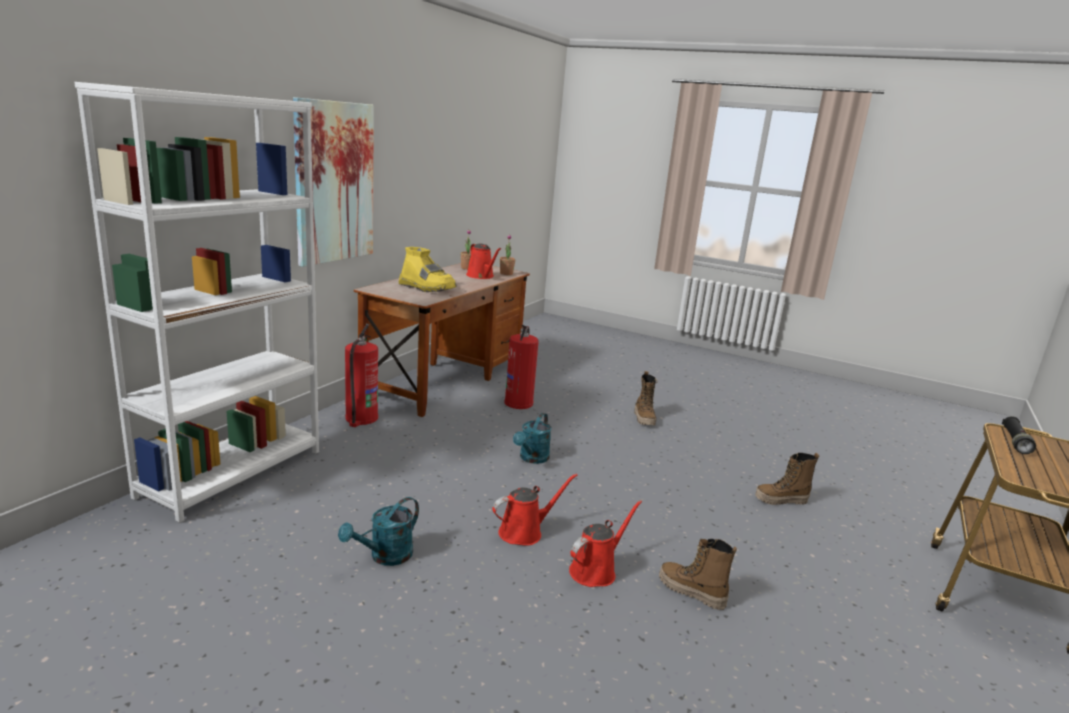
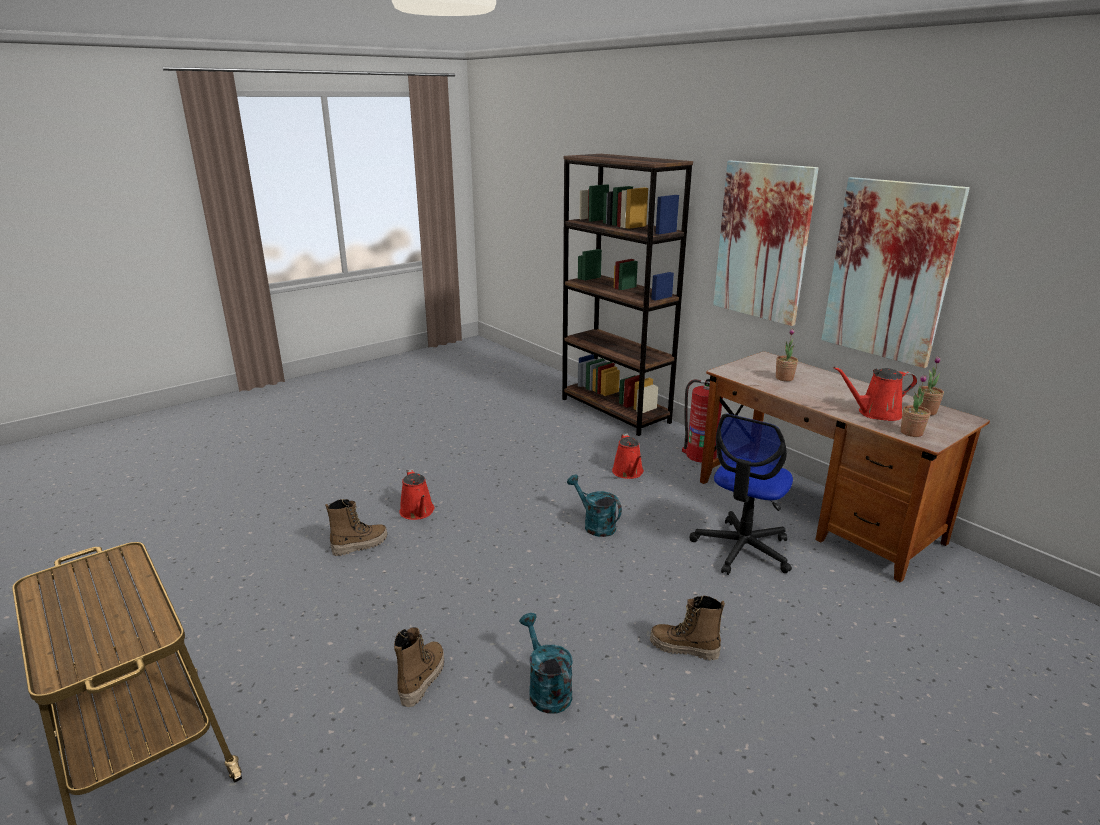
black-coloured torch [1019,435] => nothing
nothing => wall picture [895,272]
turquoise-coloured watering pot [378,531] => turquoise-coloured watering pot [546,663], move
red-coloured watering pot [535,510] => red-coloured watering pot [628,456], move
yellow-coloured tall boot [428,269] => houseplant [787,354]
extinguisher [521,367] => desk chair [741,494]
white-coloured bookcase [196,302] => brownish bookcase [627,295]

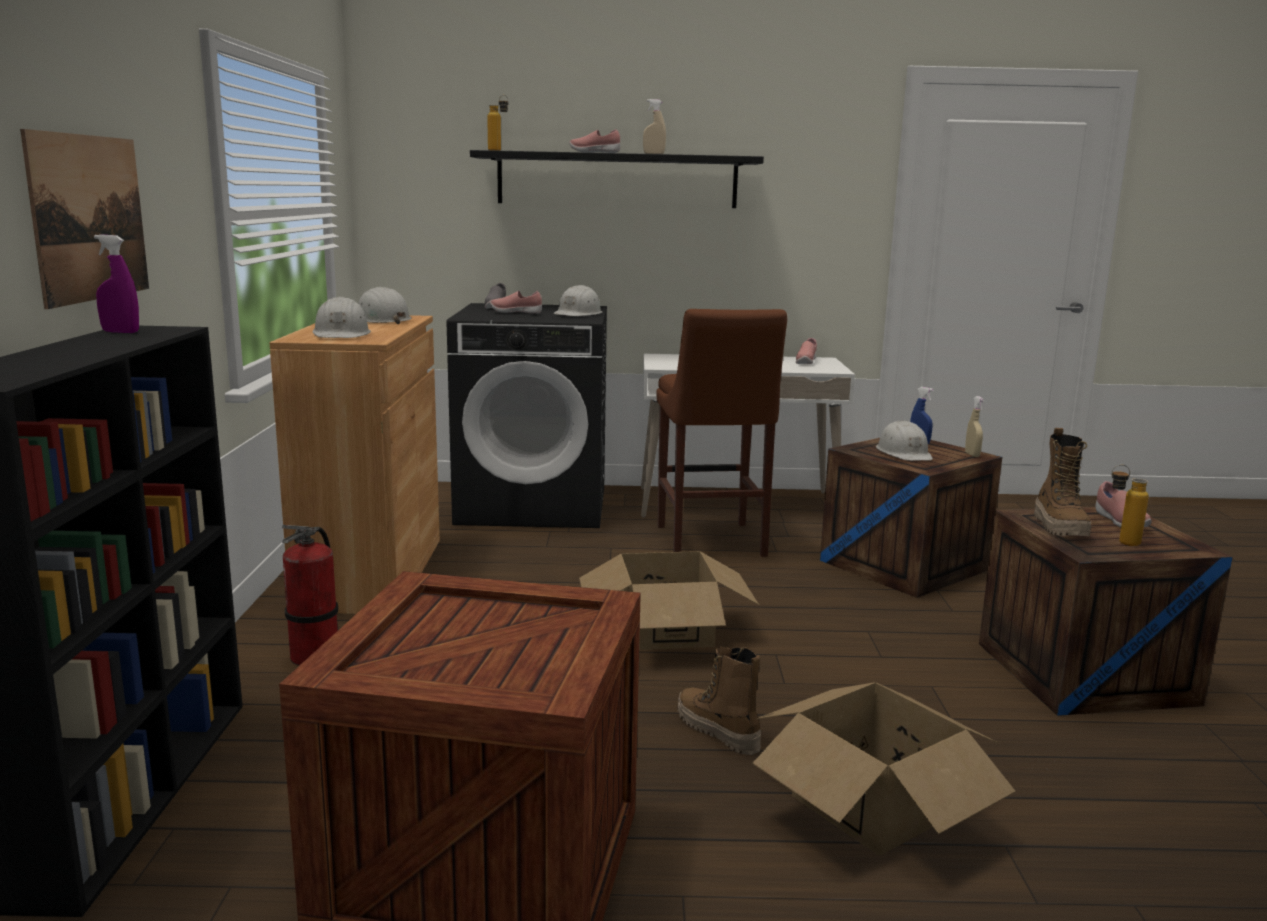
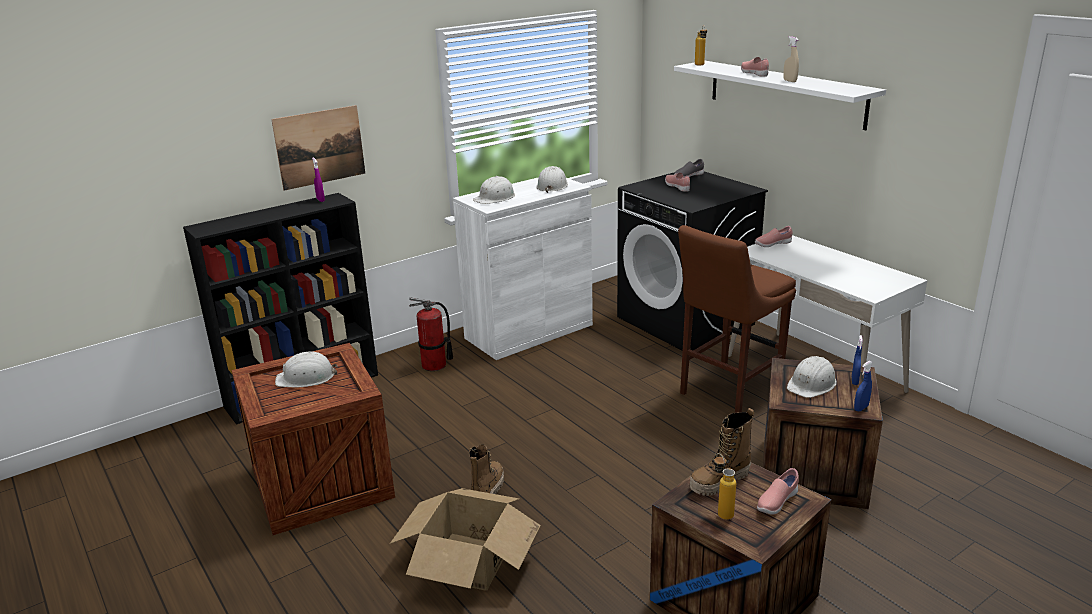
cardboard box [669,600] => nothing
white-coloured hard hat [577,300] => white-coloured hard hat [306,369], move
pink-coloured item of footwear [806,351] => pink-coloured item of footwear [774,236], move
brownish storage cabinet [355,464] => white-coloured storage cabinet [523,268]
black-coloured wall shelf [617,179] => white-coloured wall shelf [780,95]
sand-coloured hand sprayer [974,426] => bluish hand sprayer [863,386]

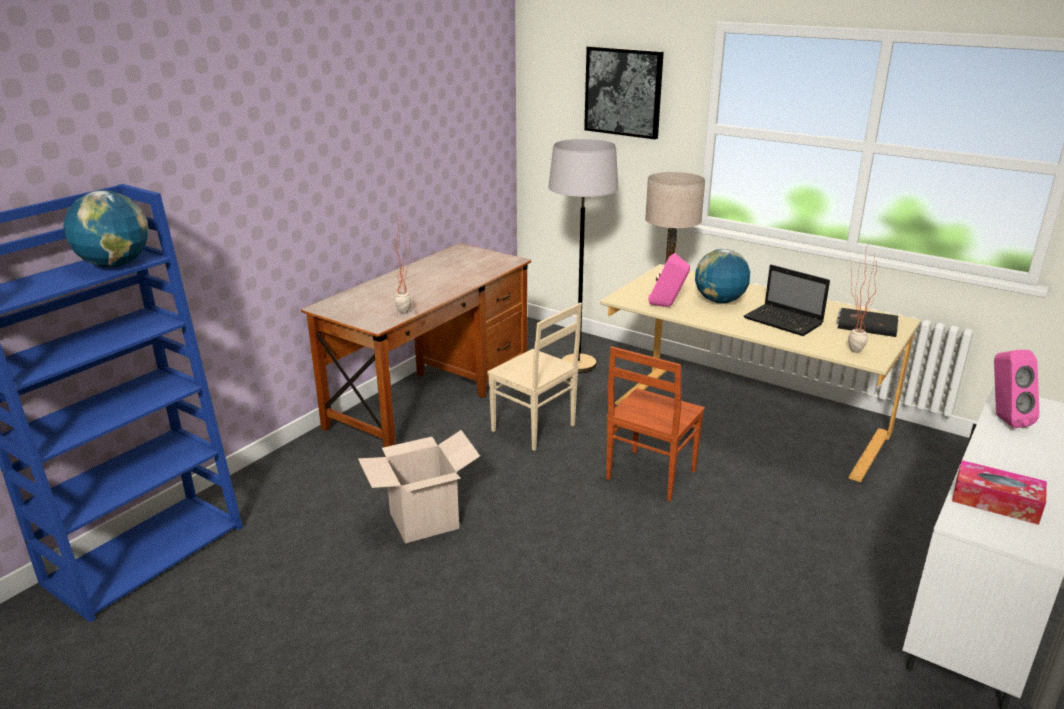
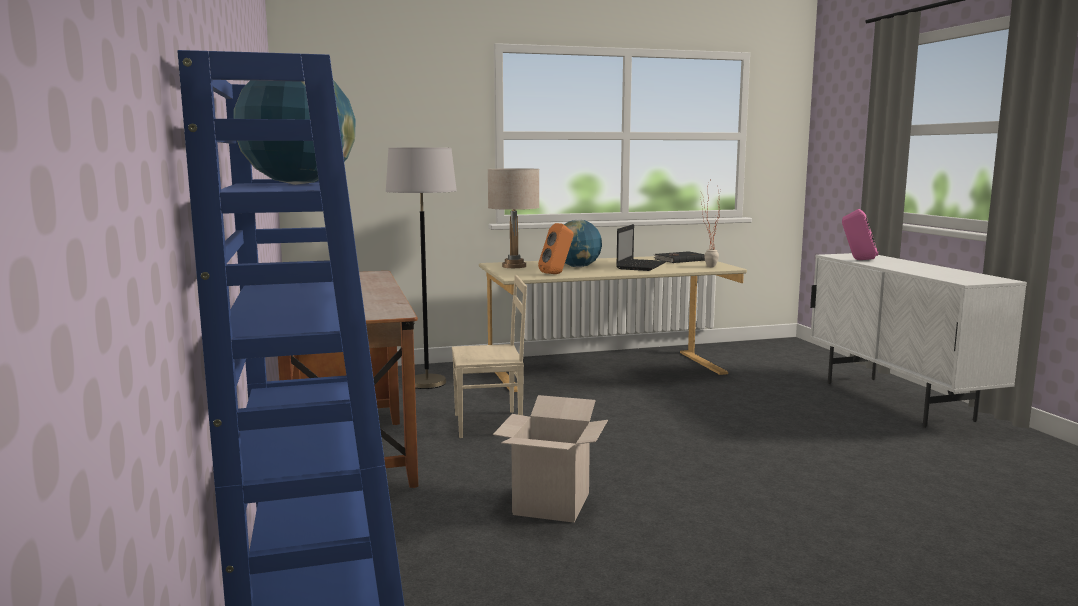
houseplant [401,263] => nothing
wall picture [624,92] => nothing
brownish chair [655,423] => nothing
tissue holder [999,492] => nothing
pink-coloured speaker [669,280] => orangey speaker [556,248]
laptop [786,300] => laptop [641,247], 60 degrees counterclockwise

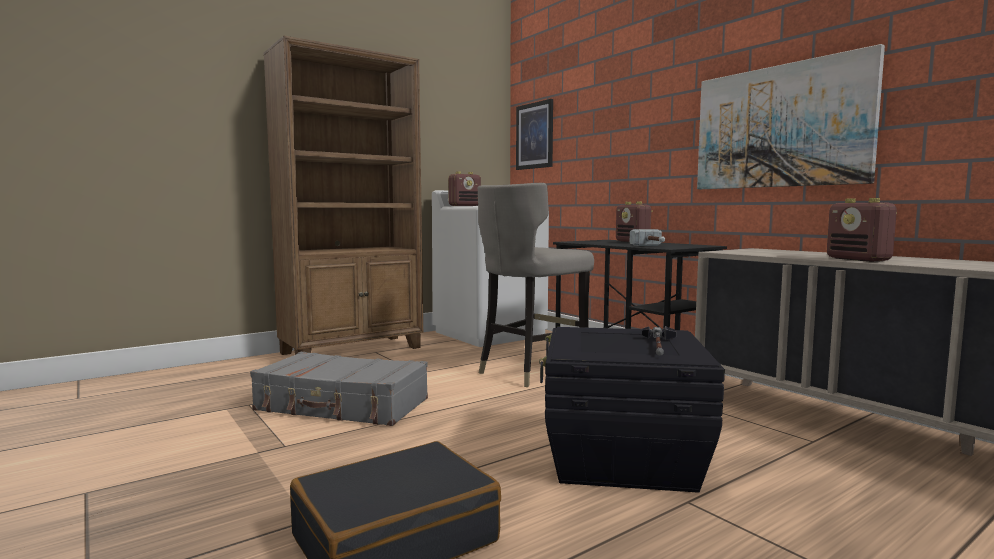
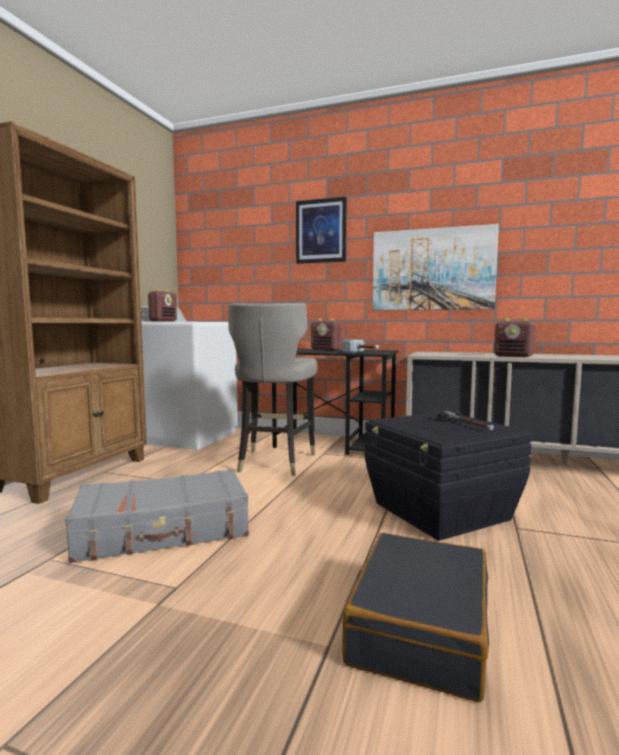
wall picture [534,134] => wall picture [321,230], move

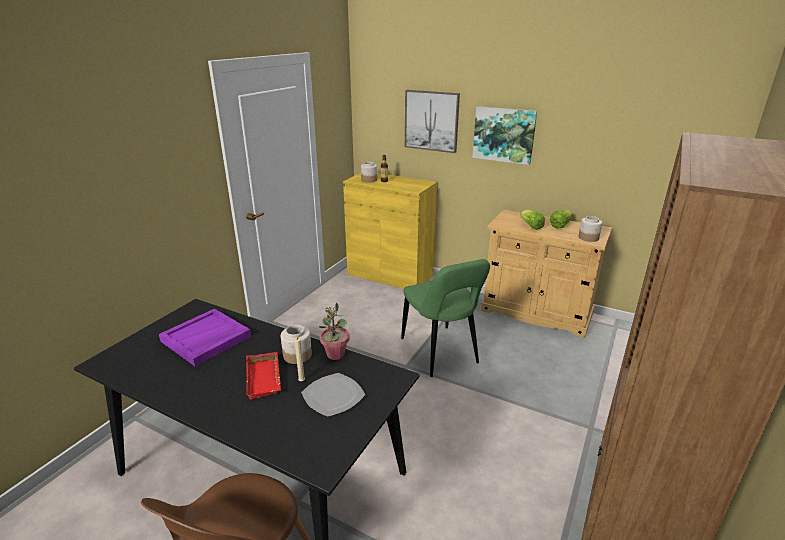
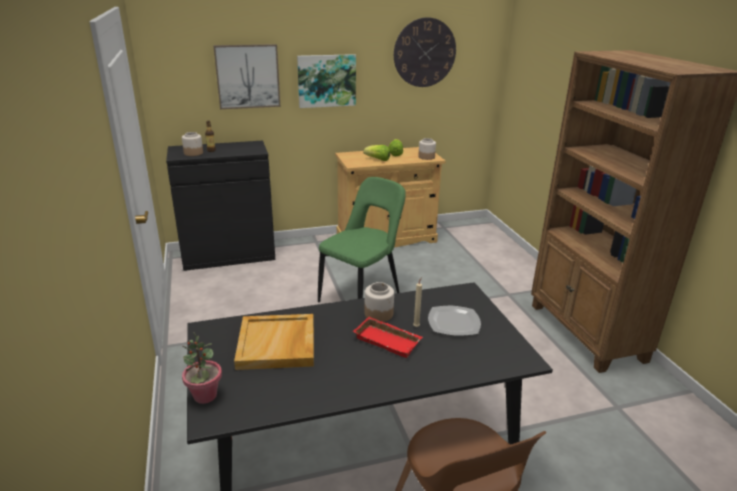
nothing => hanging clock [425,52]
houseplant [334,331] => houseplant [202,368], move
purple-coloured carrying tray [205,337] => sand-coloured carrying tray [274,342]
yellow-coloured storage cabinet [390,231] => black-coloured storage cabinet [220,206]
greenish chair [445,318] => greenish chair [362,239], 75 degrees counterclockwise

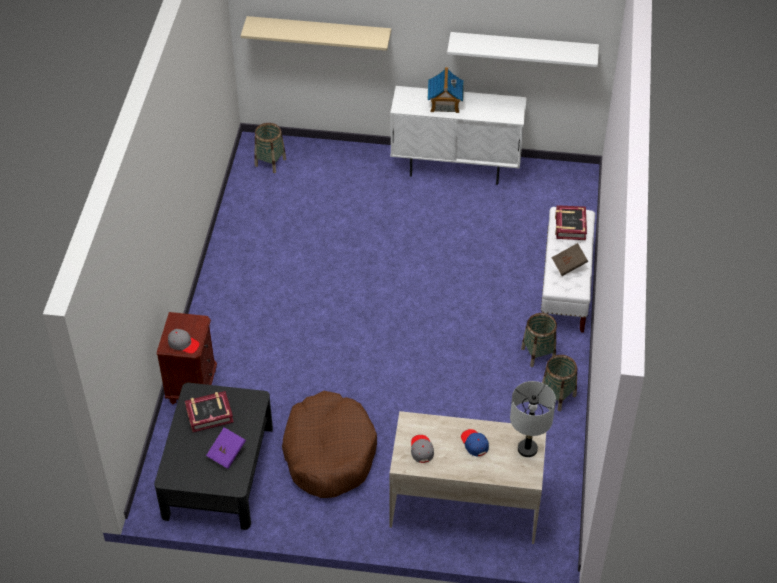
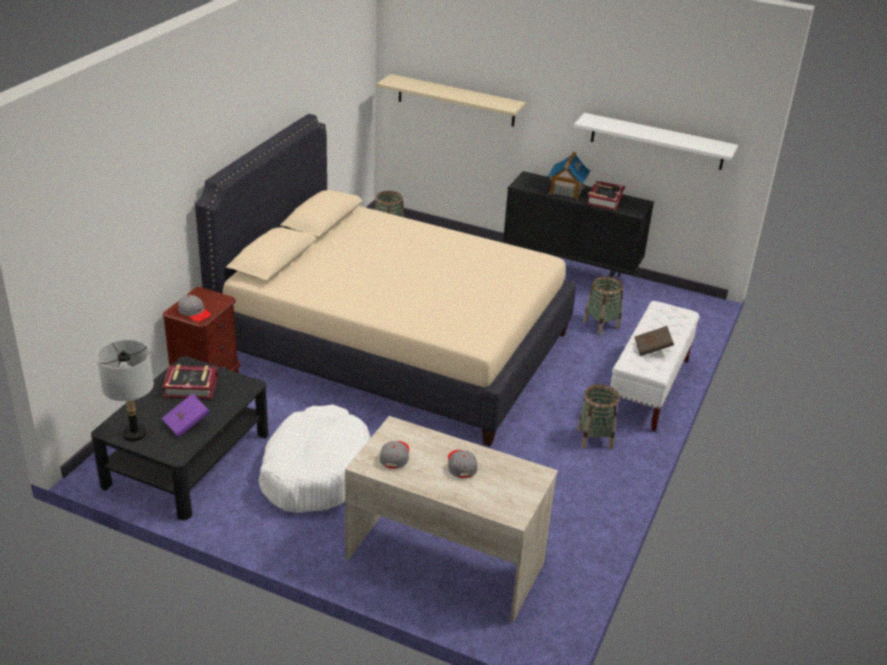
nothing => sand-coloured bed [385,280]
gray table lamp [533,419] => gray table lamp [125,390], move
storage basket [559,383] => storage basket [603,305], move
volume [571,222] => volume [606,196], move
brownish pet bed [329,444] => white-coloured pet bed [315,458]
white-coloured storage cabinet [458,135] => black-coloured storage cabinet [578,224]
bluish peaked cap [475,442] => gray peaked cap [462,464]

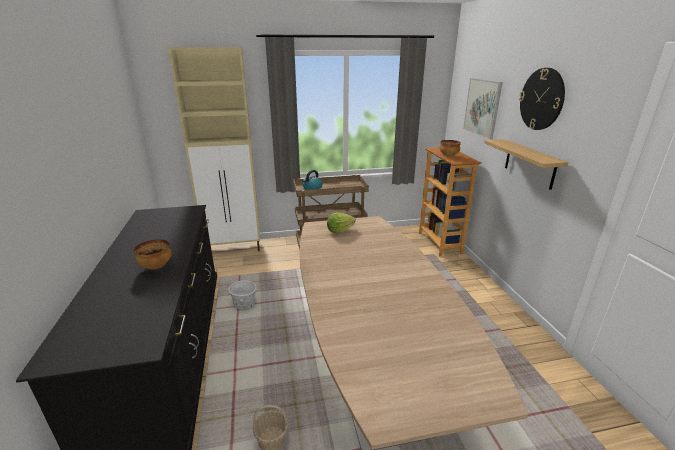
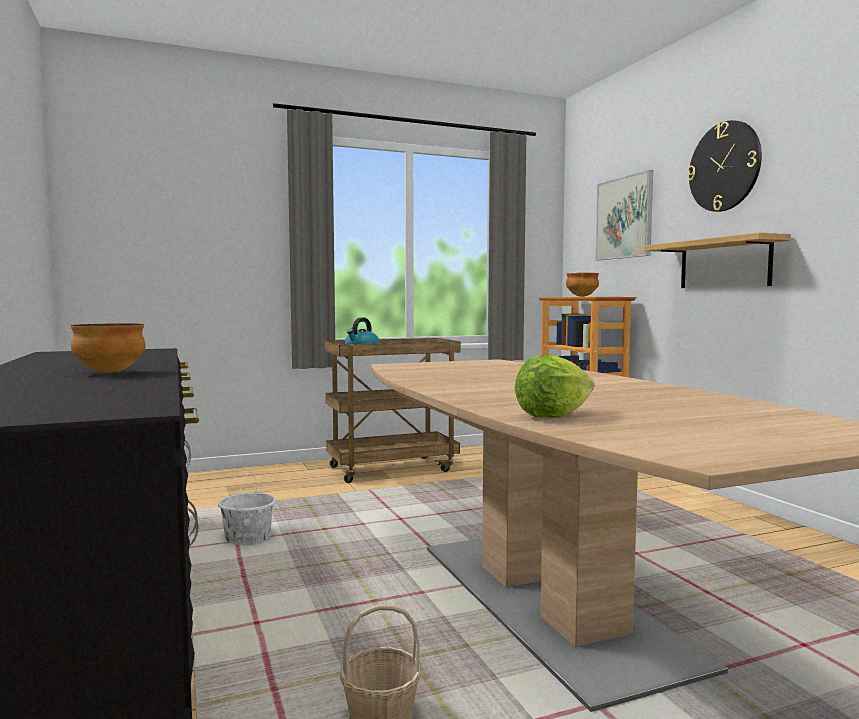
sand-coloured storage cabinet [214,149] => nothing
lettuce head [341,223] => lettuce head [554,386], move

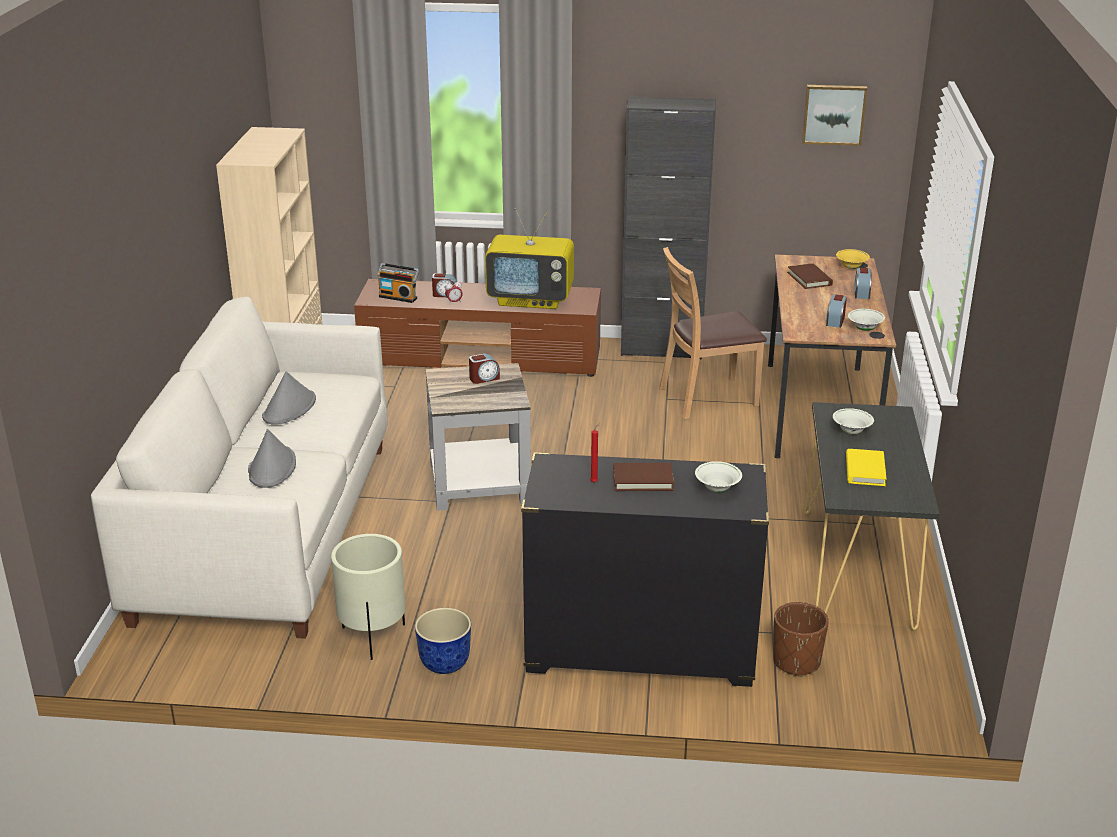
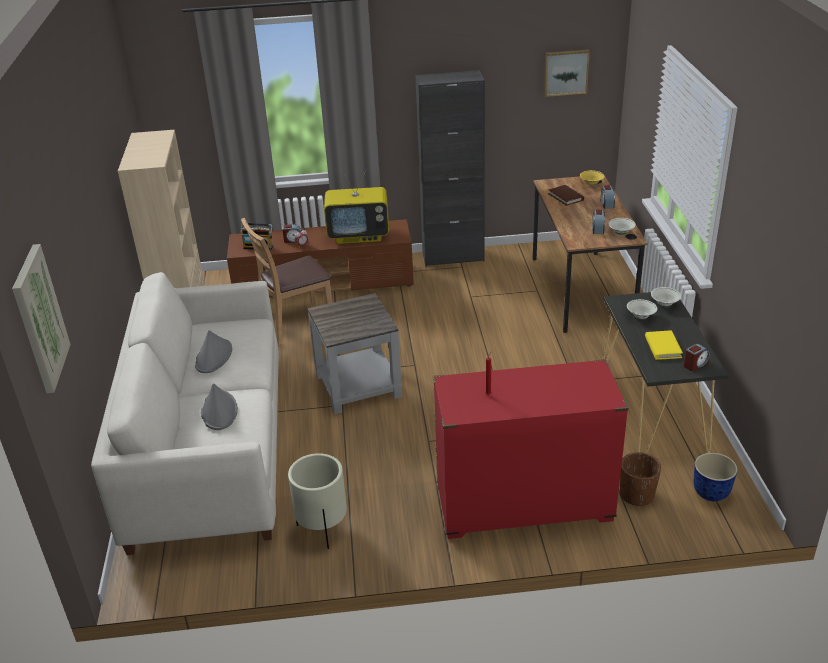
brownish volume [643,477] => nothing
nothing => wall picture [41,318]
plant pot [443,641] => plant pot [715,477], move
table clock [484,369] => table clock [697,357], move
brownish chair [713,333] => brownish chair [286,282], move
white-coloured deep dish [718,476] => white-coloured deep dish [666,297], move
black-coloured chest of drawers [645,569] => red-coloured chest of drawers [530,449]

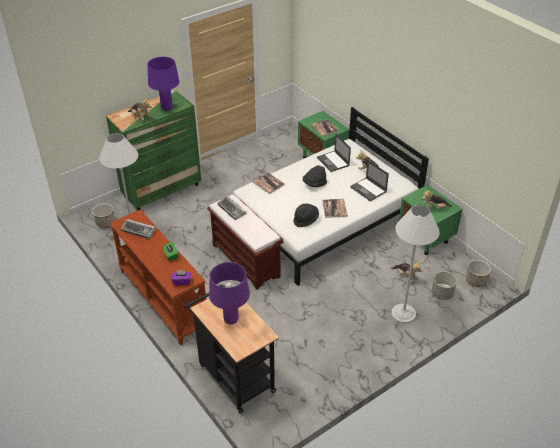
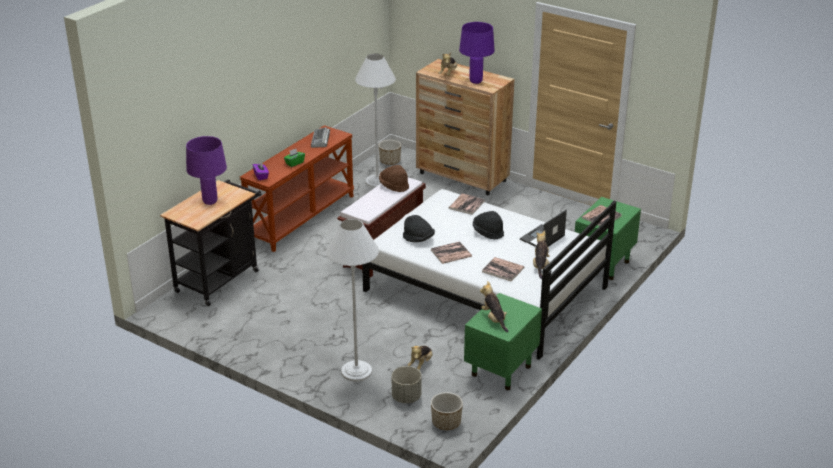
PC keyboard [232,208] => brownish hat [394,178]
laptop [369,180] => volume [503,269]
greenish chest of drawers [153,150] => brownish chest of drawers [465,127]

